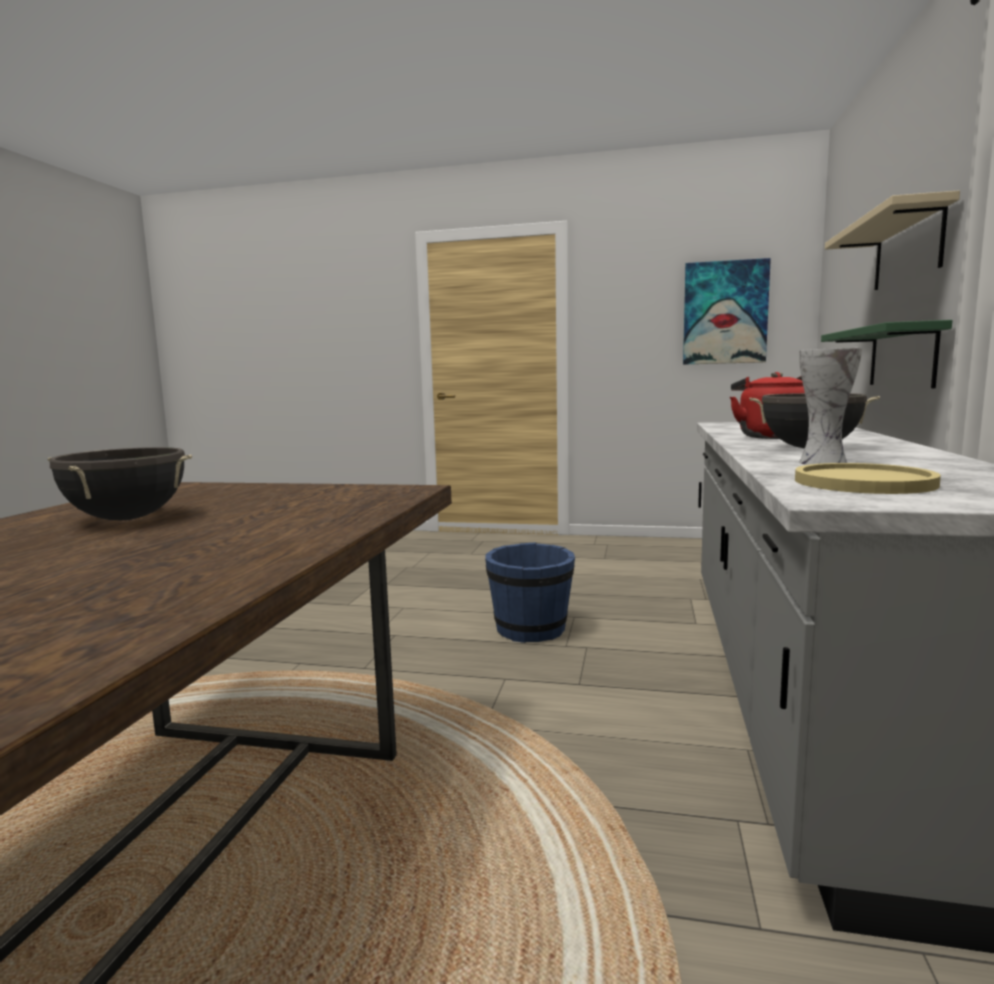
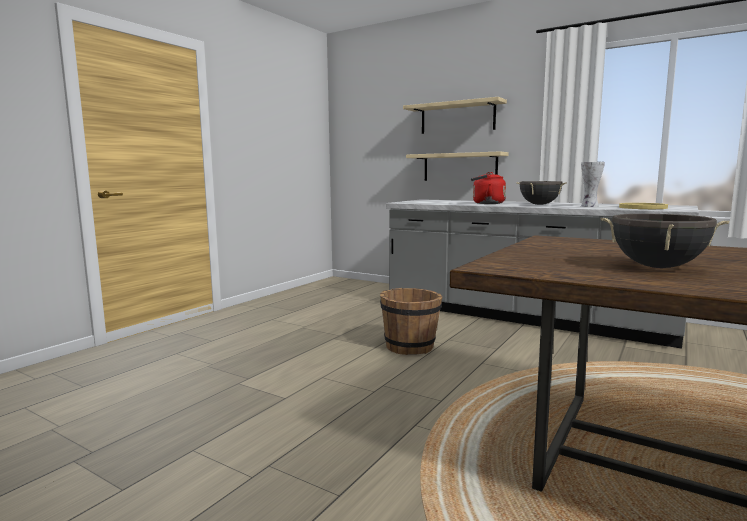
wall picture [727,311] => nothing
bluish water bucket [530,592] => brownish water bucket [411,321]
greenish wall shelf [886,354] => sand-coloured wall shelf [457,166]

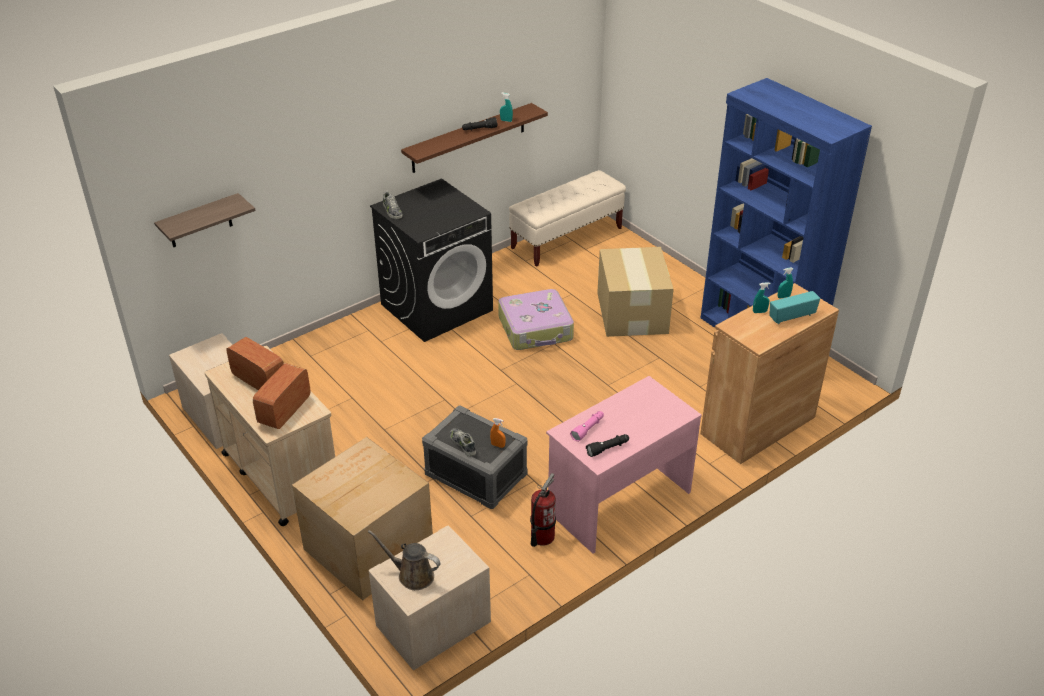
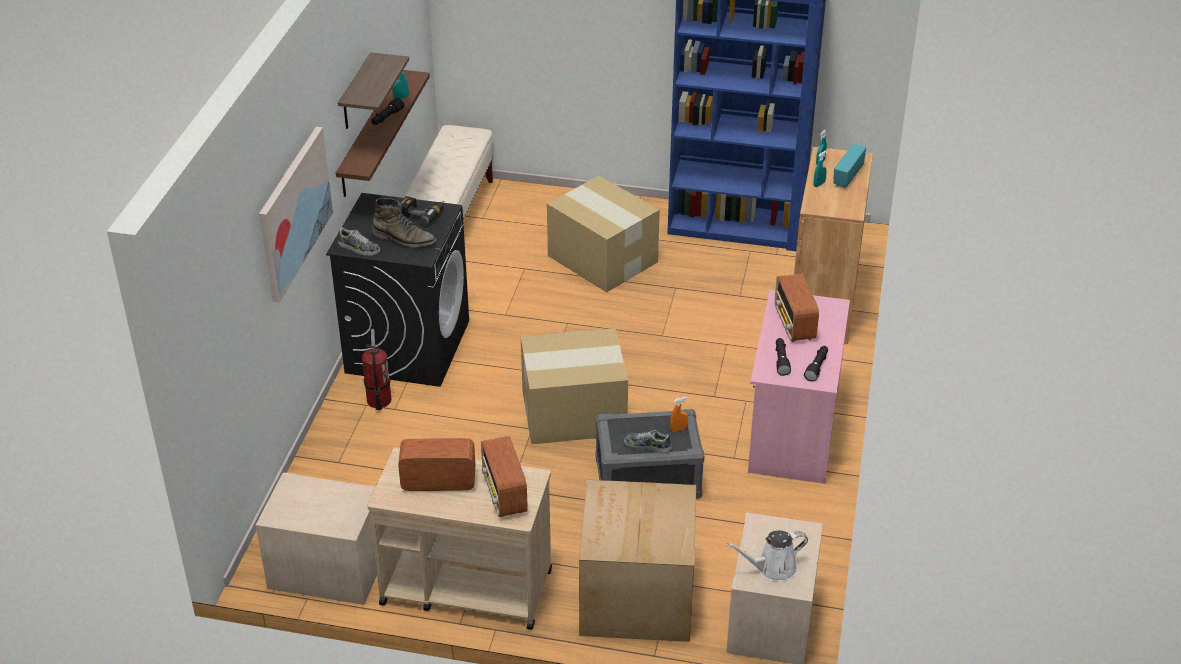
suitcase [536,319] => nothing
nothing => wall picture [296,215]
nothing => greenish tall boot [404,222]
nothing => electric drill [421,210]
nothing => cardboard box [574,386]
nothing => radio receiver [797,308]
wall shelf [204,220] => wall shelf [373,90], move
extinguisher [543,510] => extinguisher [376,369], move
brownish watering pot [404,560] => white-coloured watering pot [767,555]
pink-coloured torch [587,426] => black-coloured torch [783,357]

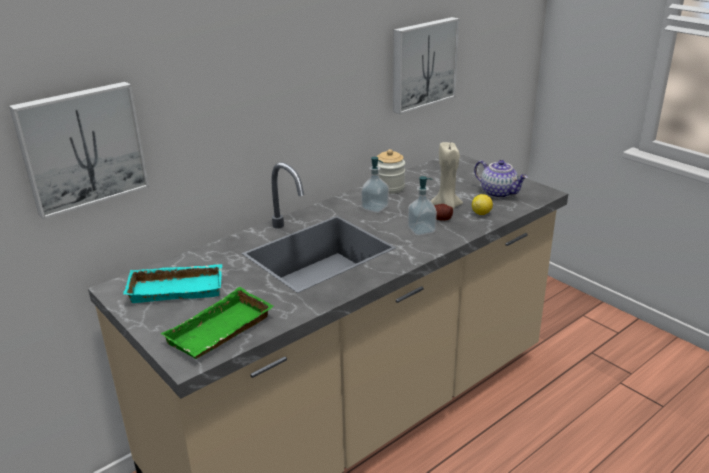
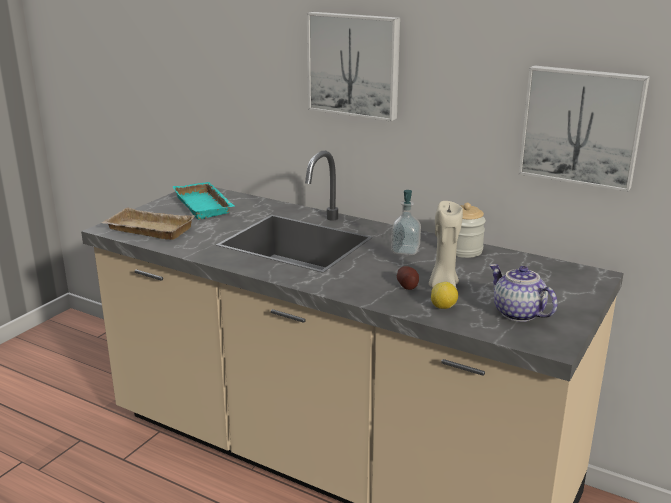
soap dispenser [422,206] => nothing
wall picture [79,150] => wall picture [353,67], move
greenish carrying tray [217,323] => sand-coloured carrying tray [148,223]
tea pot [501,179] => tea pot [523,293], 120 degrees clockwise

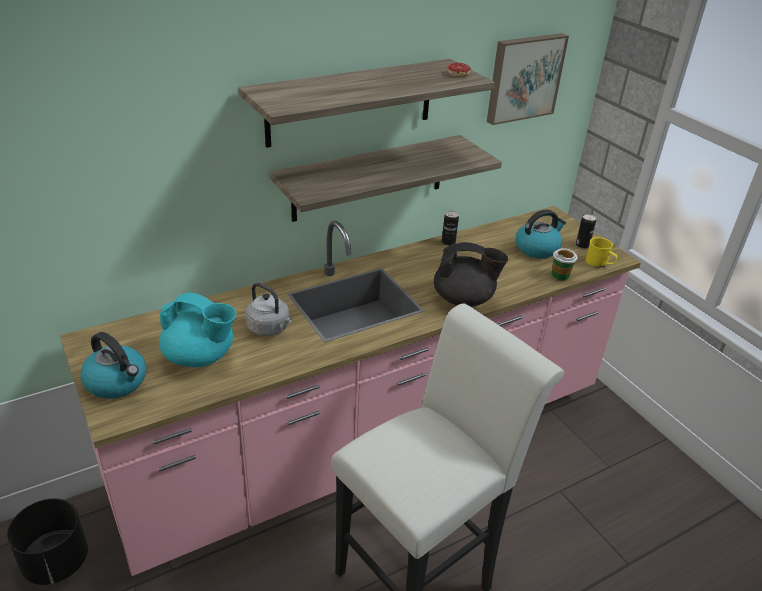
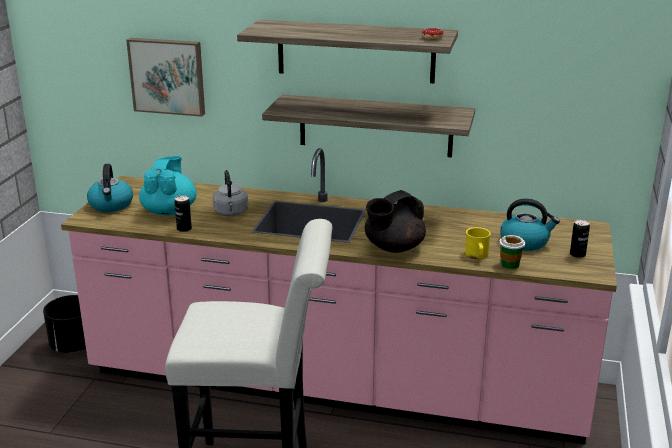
metal can [450,228] => metal can [183,213], move
wall picture [528,79] => wall picture [165,77], move
yellow-coloured mug [602,252] => yellow-coloured mug [478,243], move
turquoise-coloured tea pot [197,329] => turquoise-coloured tea pot [168,186], 150 degrees counterclockwise
black-coloured tea pot [471,274] => black-coloured tea pot [395,221], 90 degrees clockwise

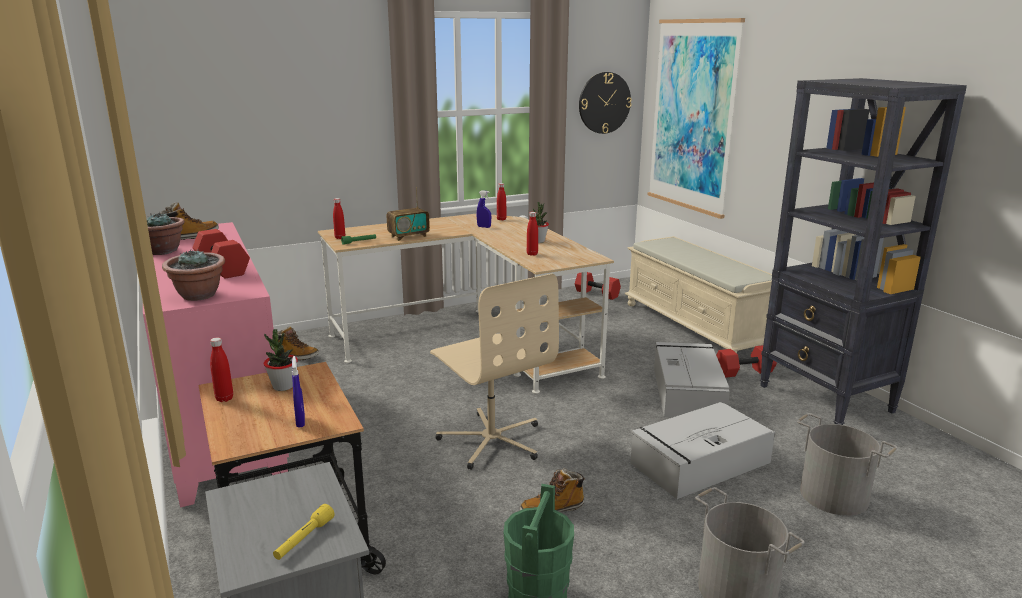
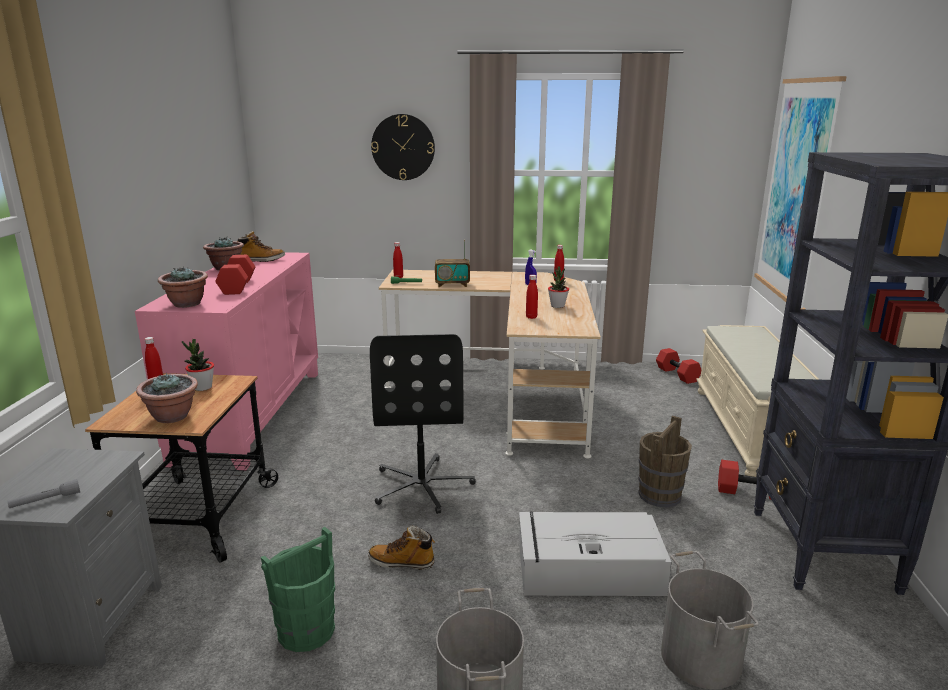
tall boot [298,343] => nothing
hanging clock [605,103] => hanging clock [403,147], move
bluish hand sprayer [298,392] => houseplant [167,398]
gray storage box [692,380] => brownish water bucket [665,461]
yellow-coloured torch [303,532] => gray torch [43,493]
sand-coloured desk chair [494,371] => black-coloured desk chair [423,424]

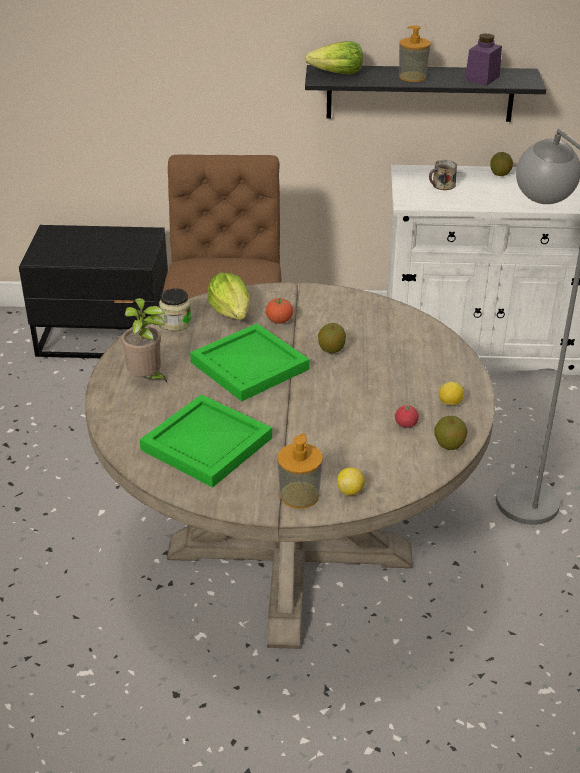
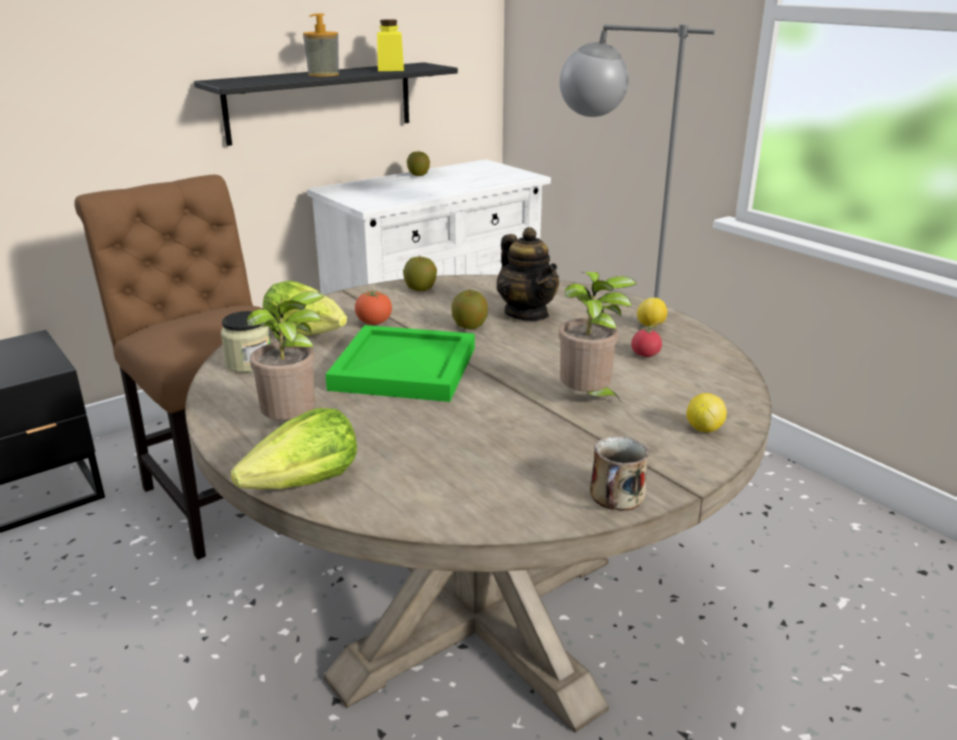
greenish carrying tray [206,441] => nothing
soap dispenser [300,471] => nothing
nothing => tea pot [527,274]
nothing => houseplant [598,337]
lettuce head [334,58] => lettuce head [293,448], move
mug [443,175] => mug [619,473], move
apple fruit [451,433] => apple fruit [420,273], move
purple-coloured jar [483,59] => yellow-coloured jar [390,45]

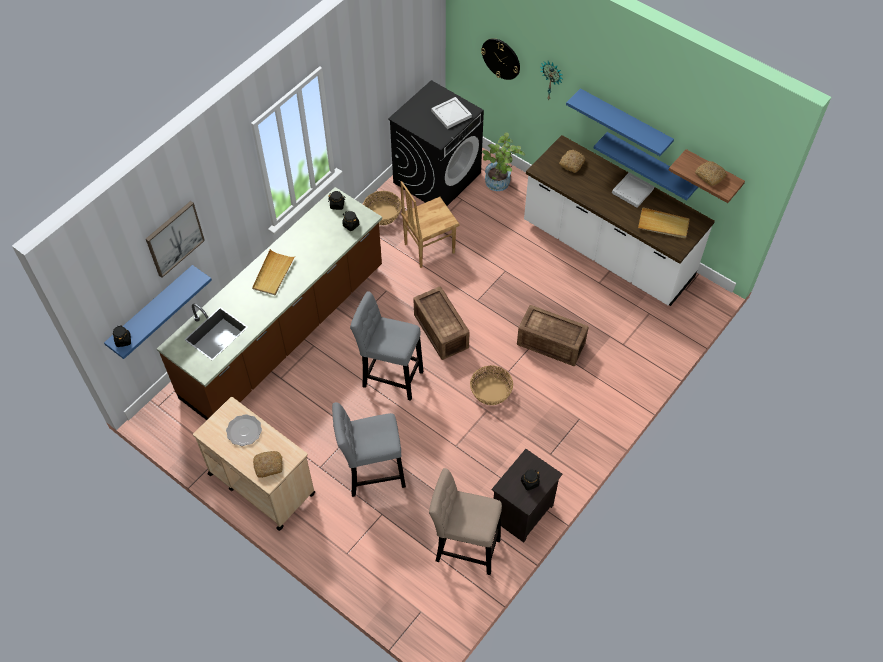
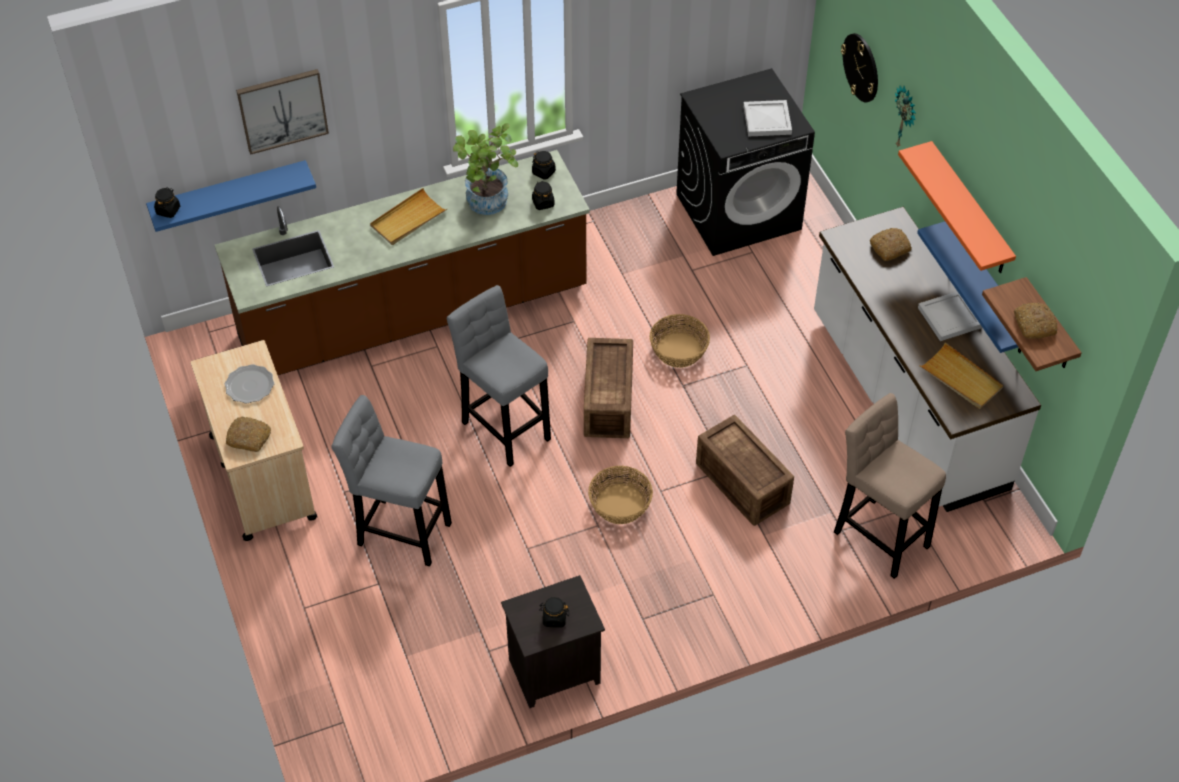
brownish chair [430,224] => nothing
storage basket [382,208] => storage basket [680,341], move
sand-coloured stool seat [465,521] => sand-coloured stool seat [890,486], move
houseplant [503,161] => houseplant [485,169], move
bluish wall shelf [620,122] => orangey wall shelf [957,207]

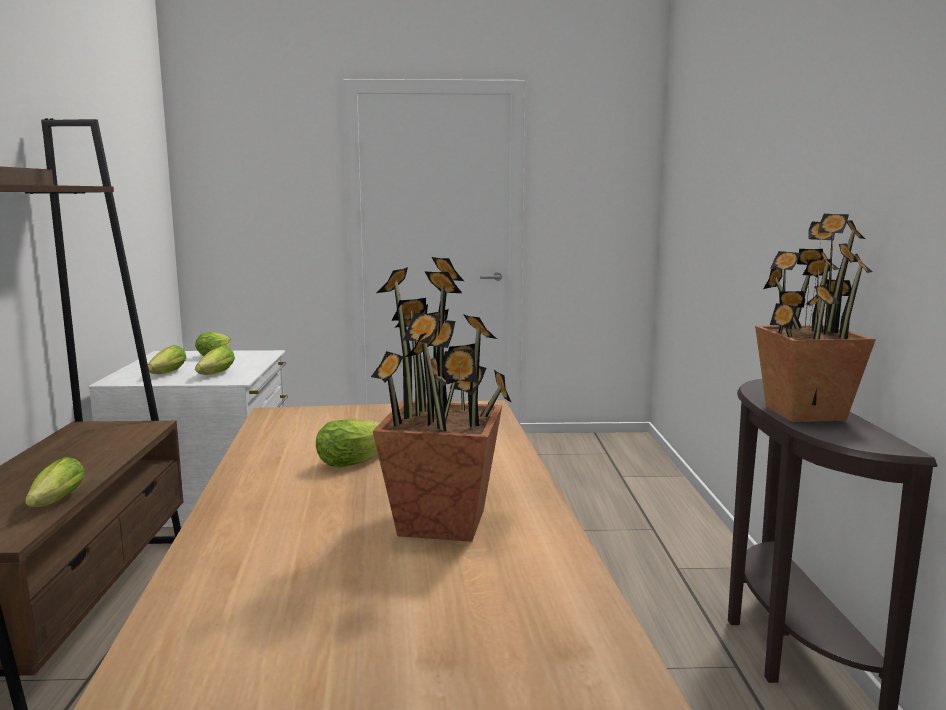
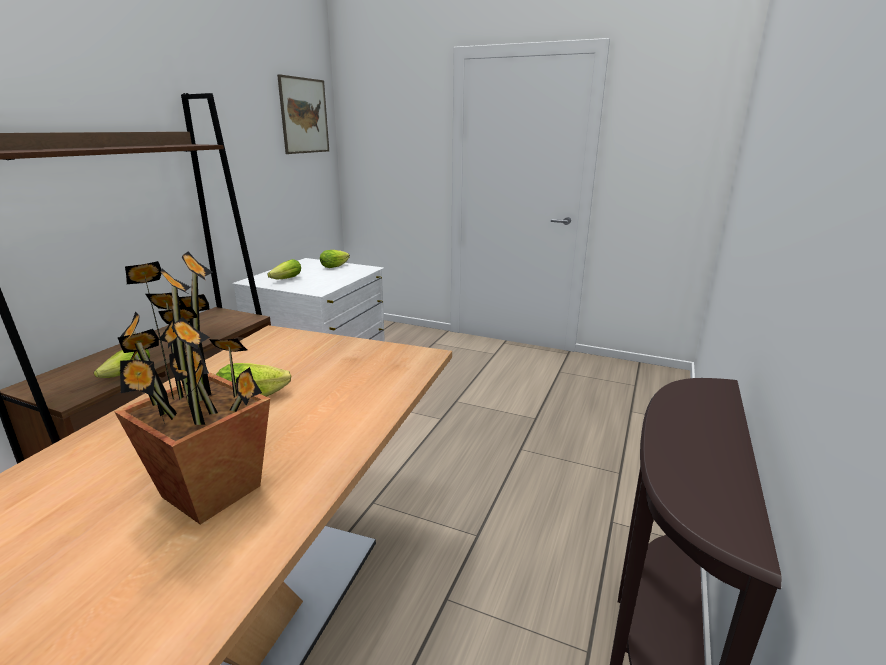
lettuce head [215,360] => nothing
houseplant [815,318] => nothing
nothing => wall picture [303,114]

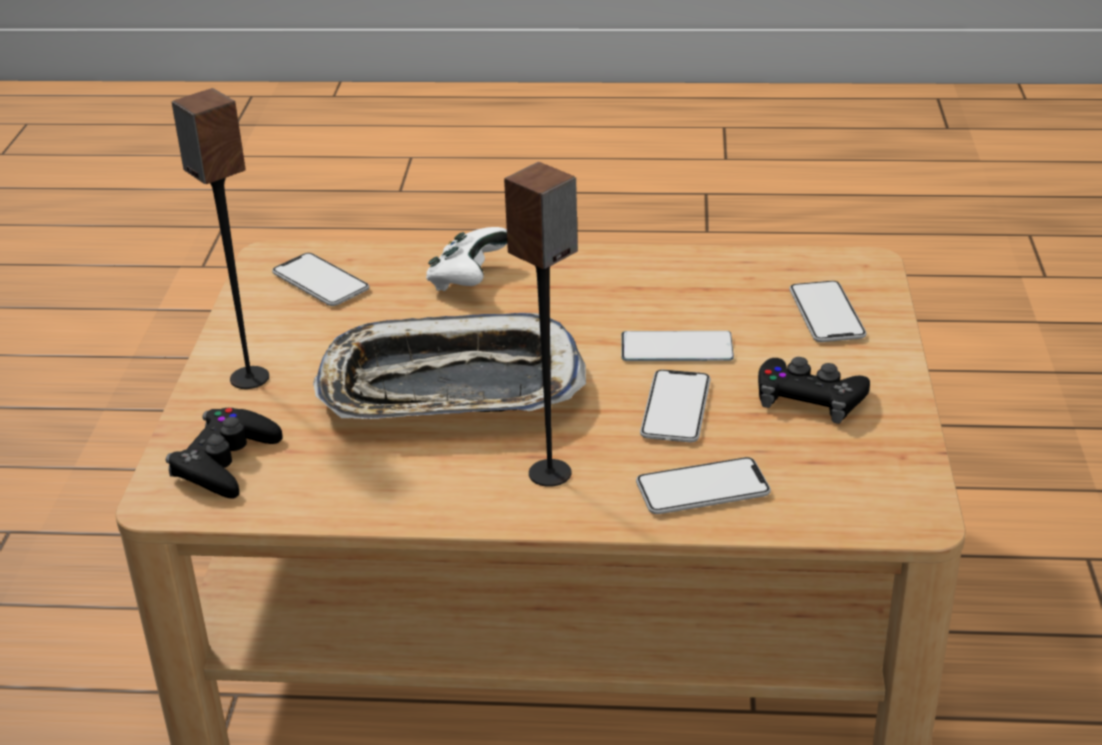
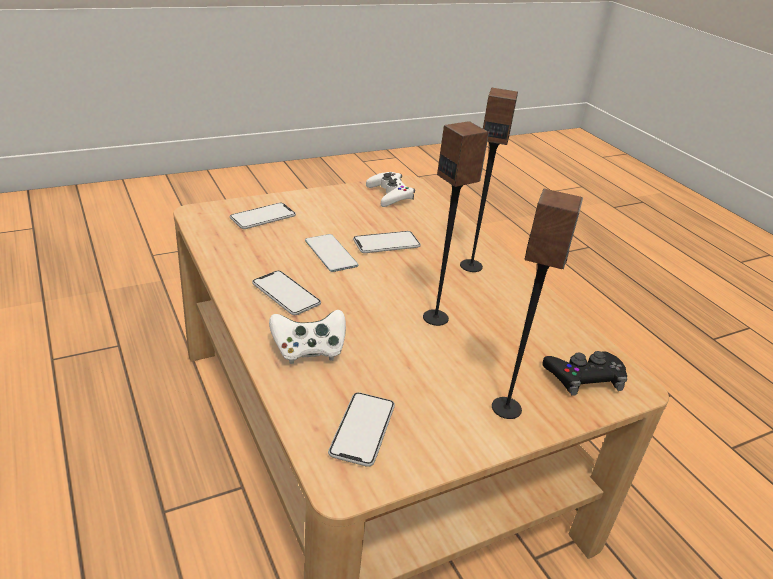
black-coloured gamepad [814,390] => nothing
nothing => white-coloured gamepad [390,189]
handset [703,485] => handset [286,293], move
carrying tray [449,366] => speaker [456,223]

